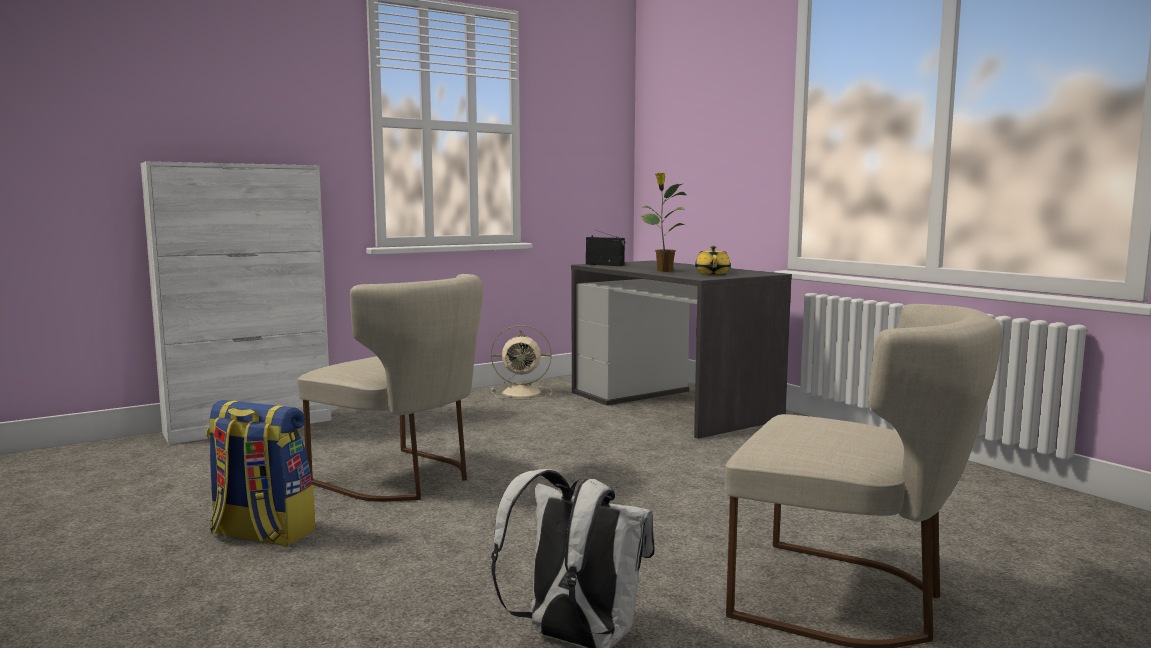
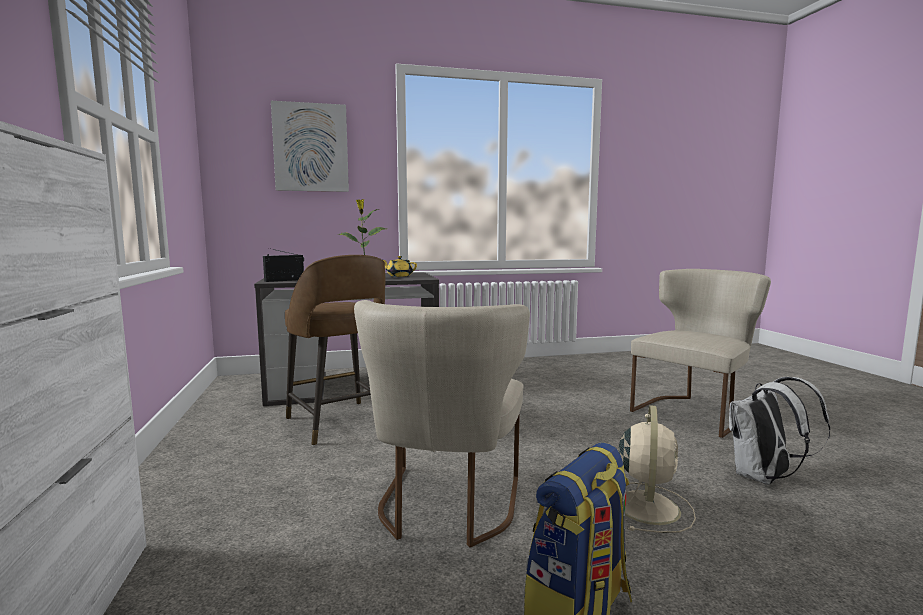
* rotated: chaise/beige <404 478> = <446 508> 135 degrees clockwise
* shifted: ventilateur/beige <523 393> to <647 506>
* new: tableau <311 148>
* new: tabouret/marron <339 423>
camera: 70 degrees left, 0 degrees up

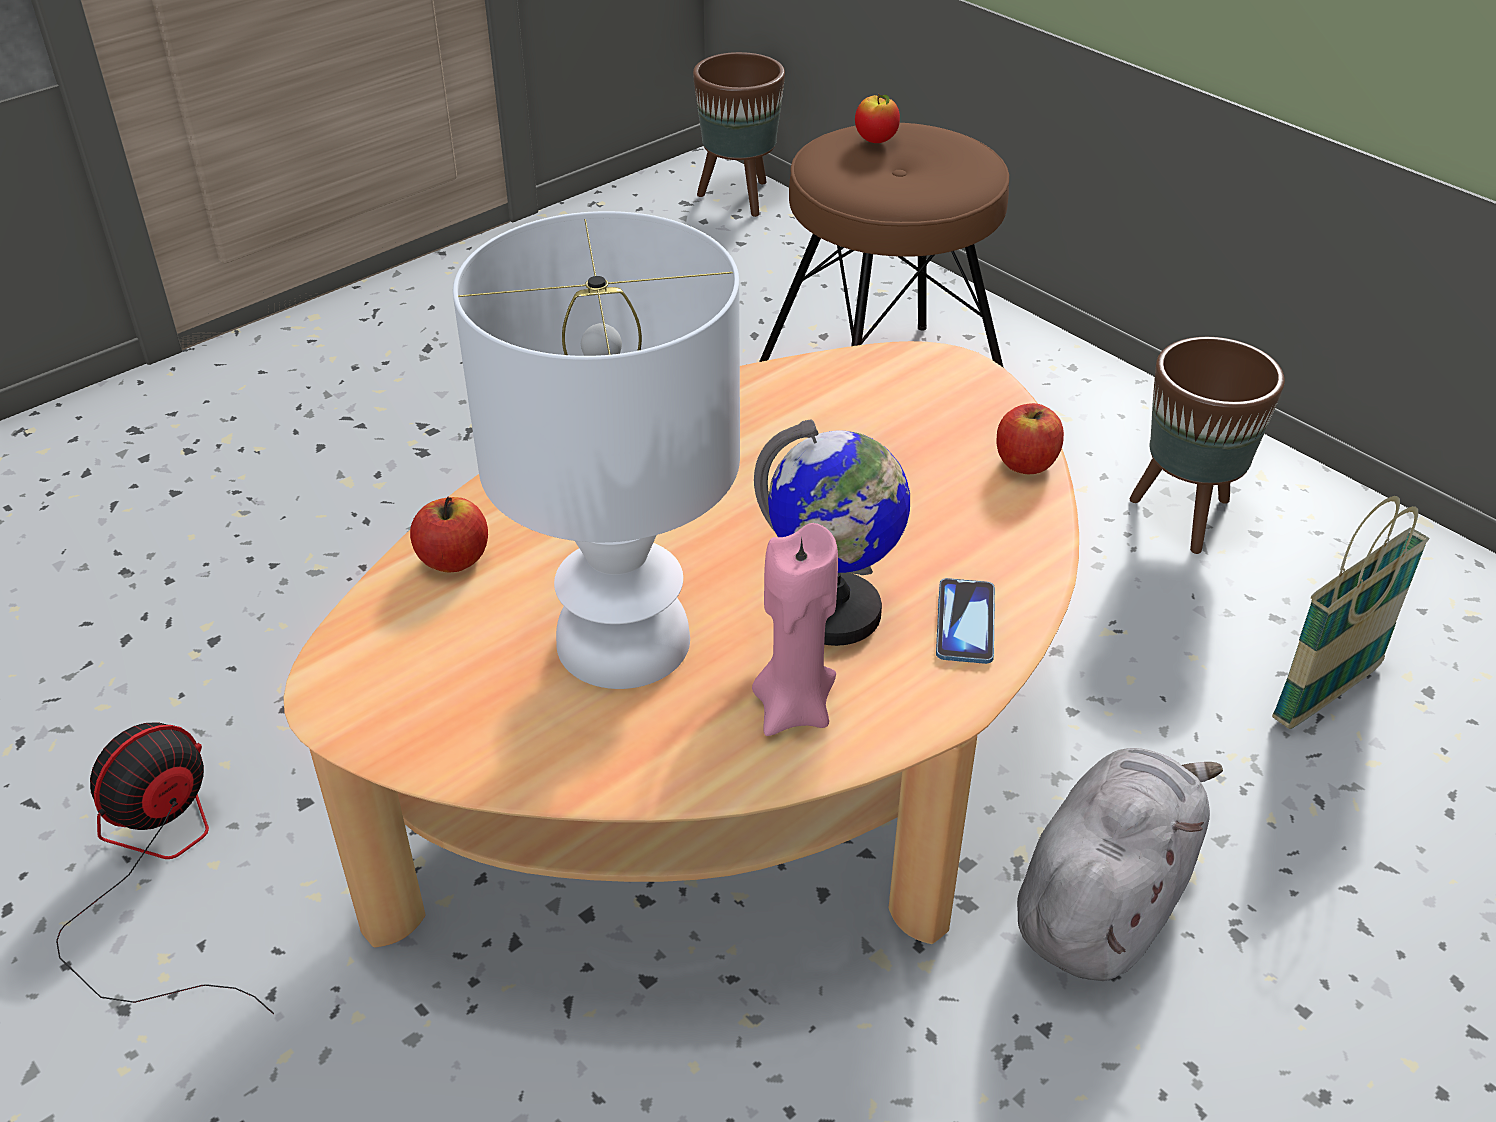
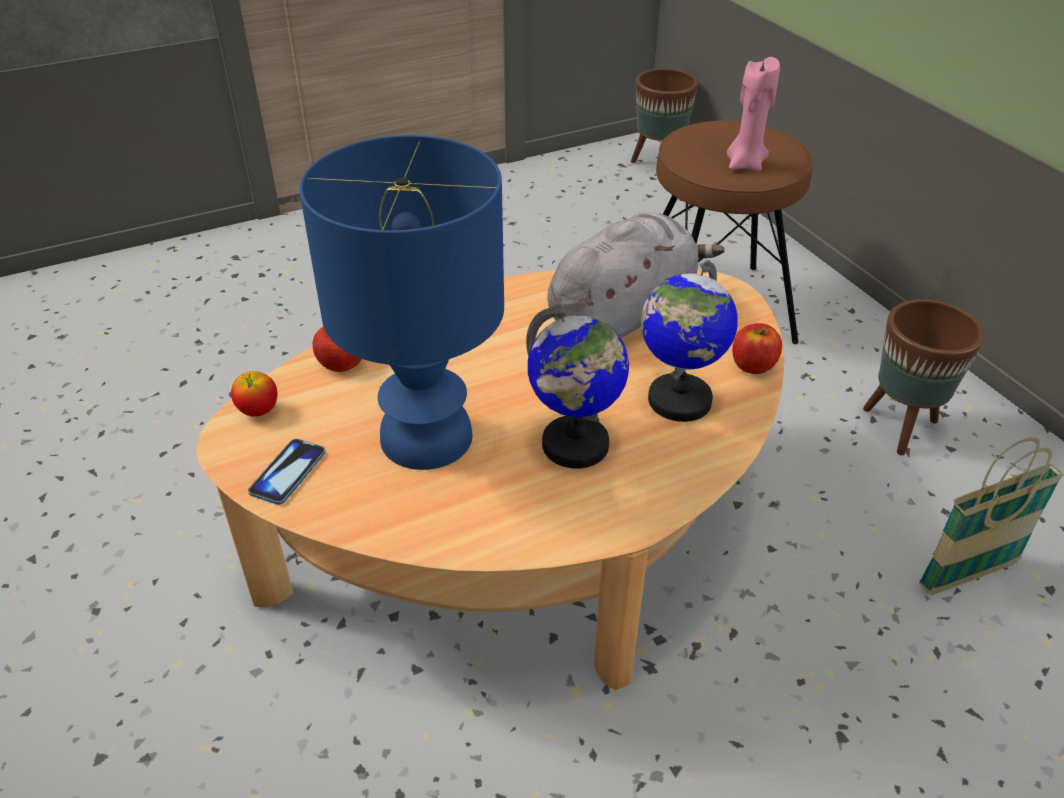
* shifted: pomme <876 141> to <258 411>
* repainted: lampe de table/blanc <625 643> to lampe de table/bleu <427 439>
* shifted: bougie/rose <794 708> to <745 164>
* shifted: téléphone <965 623> to <288 473>
* gone: ventilateur <159 874>
* shifted: peluche/gris <1105 898> to <624 315>
* new: globe <678 400>
camera: 15 degrees right, 0 degrees up

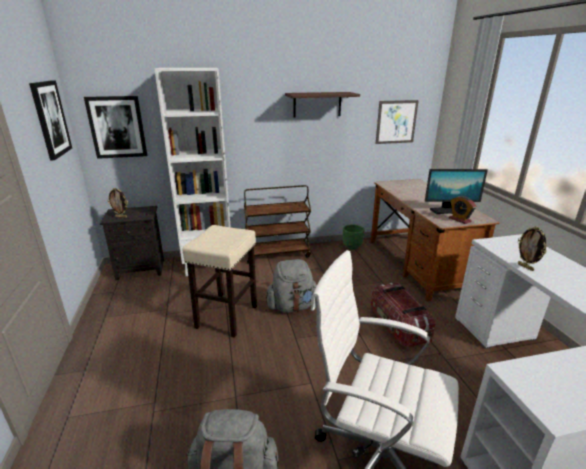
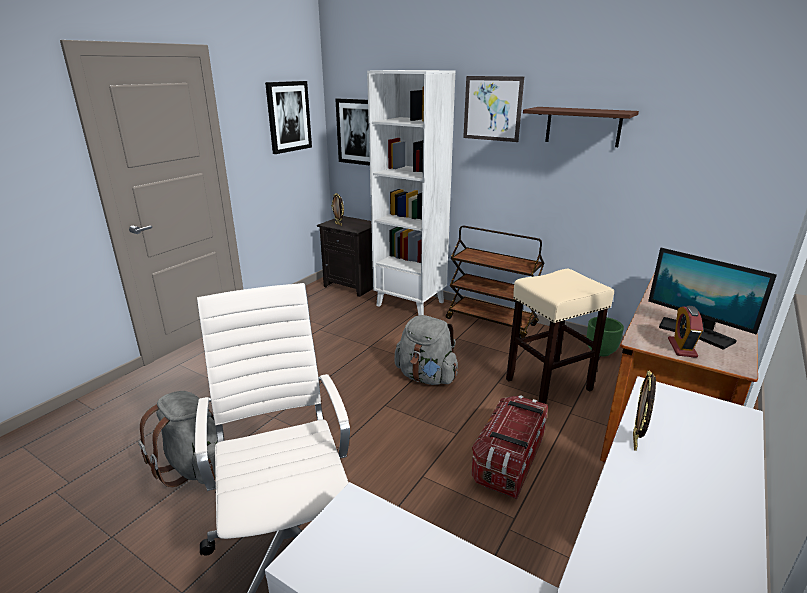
* shifted: tableau <396 122> to <492 108>
* shifted: tabouret/beige <227 316> to <549 384>
camera: 45 degrees right, 0 degrees up

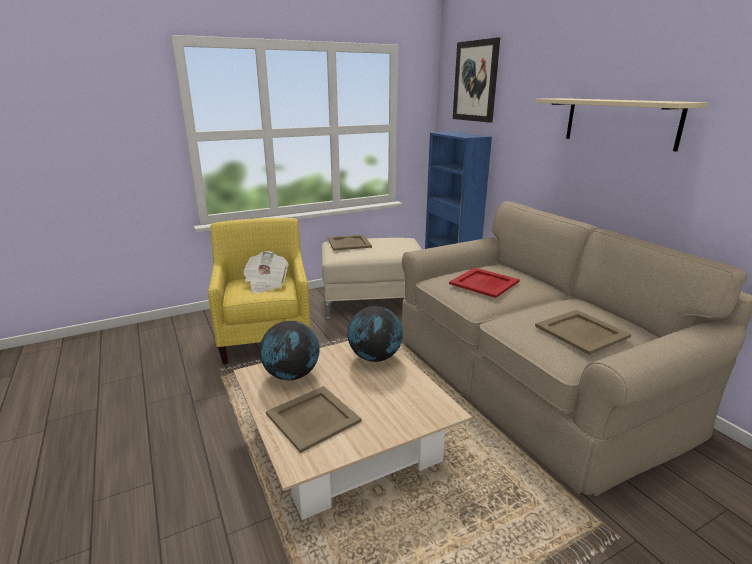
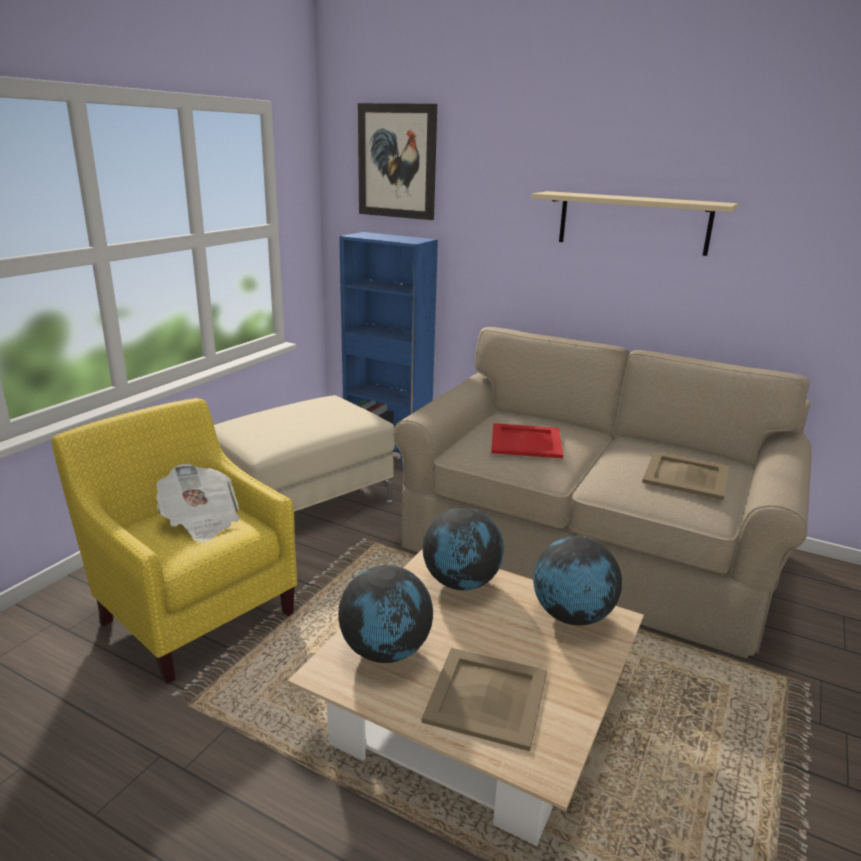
* gone: plateau/beige <348 243>
* new: globe <571 616>
camera: 35 degrees left, 0 degrees up

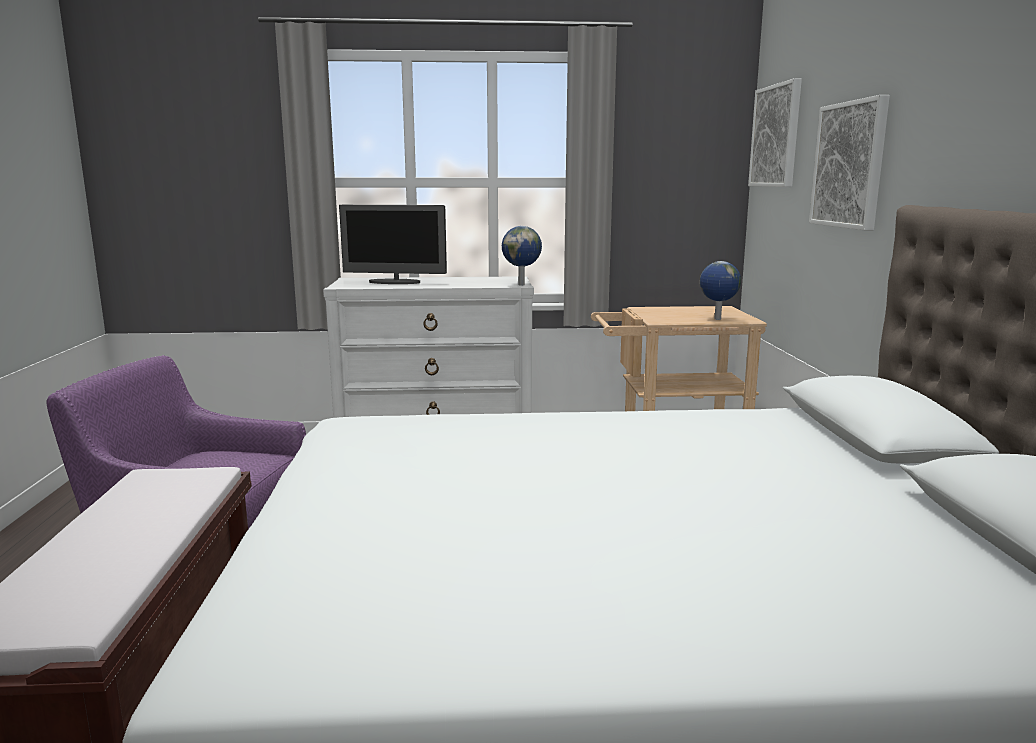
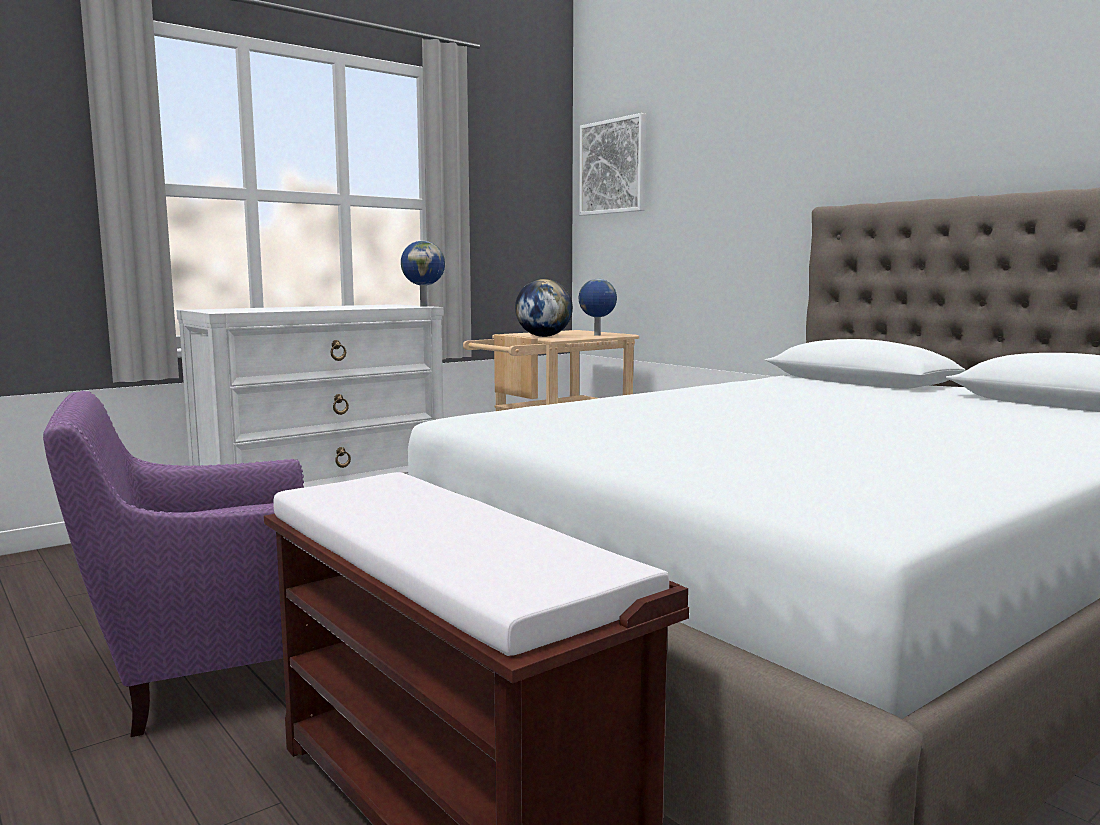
* gone: tableau <849 165>
* gone: écran d'ordinateur <395 282>
* new: globe <543 336>
camera: 35 degrees left, 5 degrees down

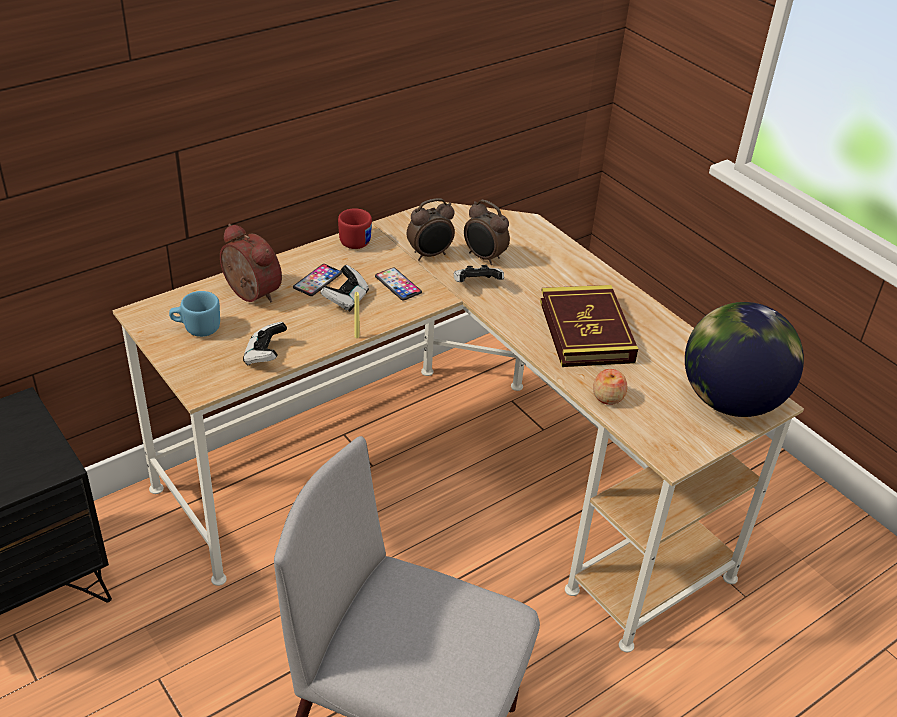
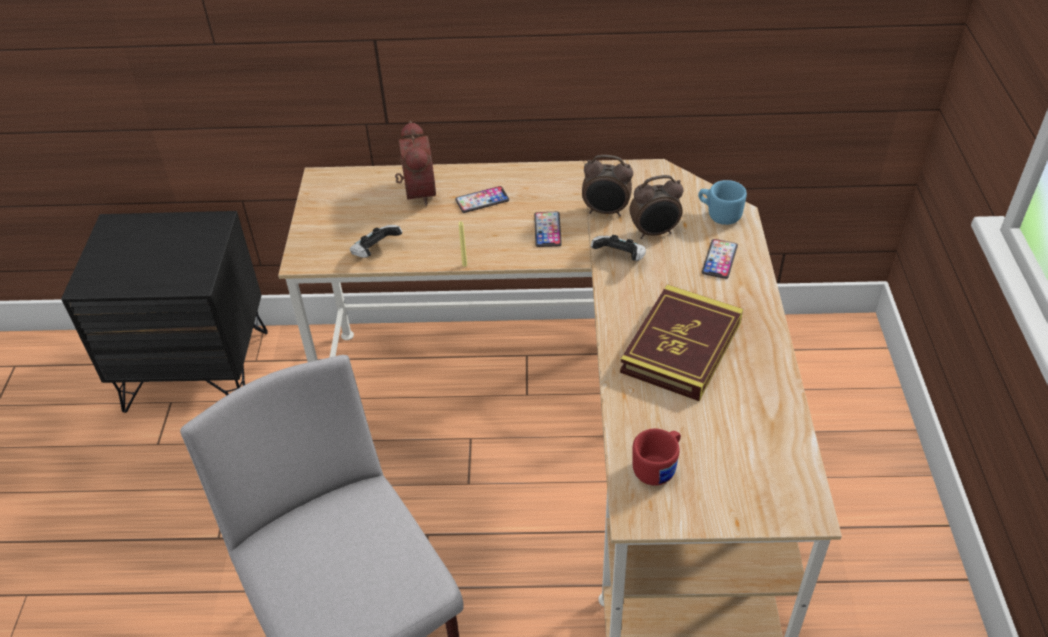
* rotated: réveil <484 257> = <655 233> 90 degrees counterclockwise
* shifted: mug/rouge <356 240> to <658 467>
* gone: manette <346 299>
* shifted: mug/bleu <196 328> to <719 214>
* gone: globe <730 401>
* gone: pomme <608 397>
* new: téléphone <719 259>
camera: 40 degrees right, 5 degrees up

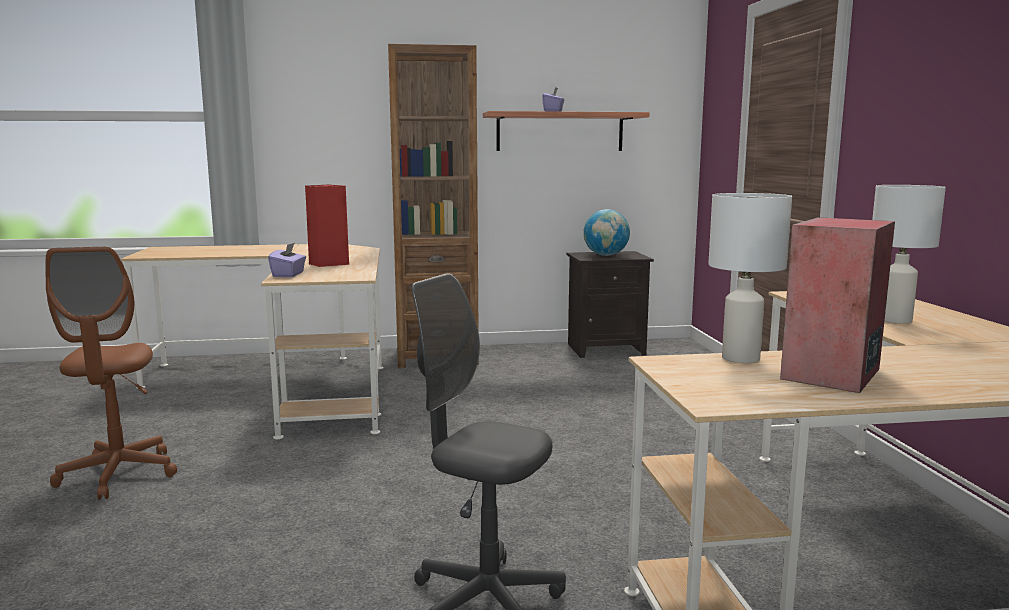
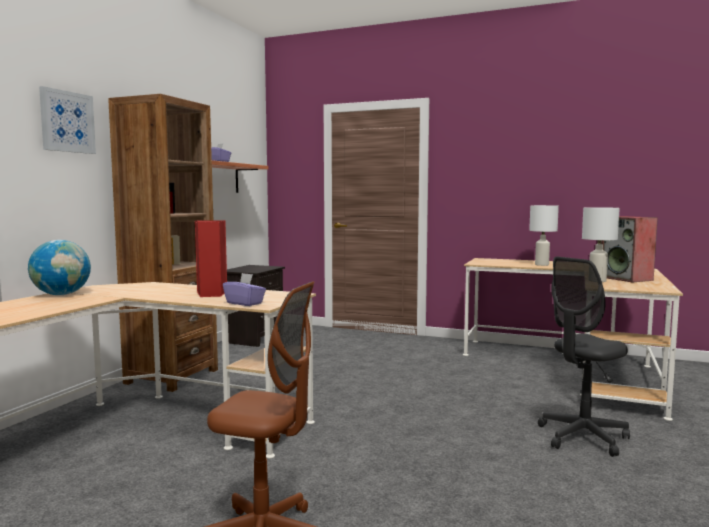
* shifted: globe <606 255> to <61 294>
* new: tableau <67 122>
camera: 60 degrees left, 5 degrees down

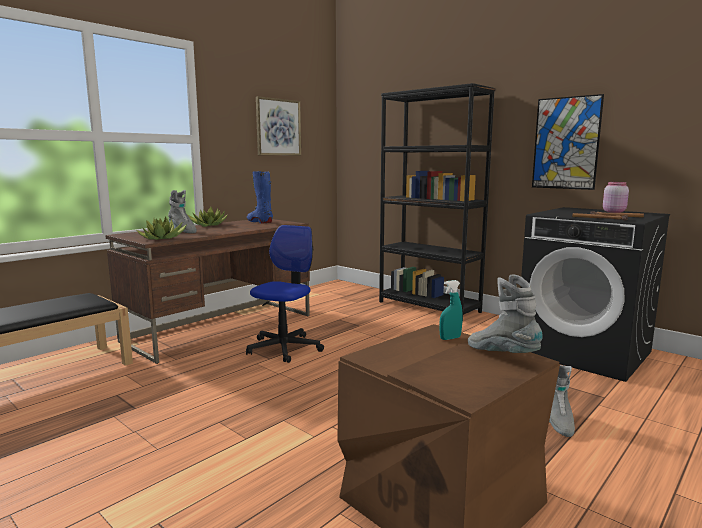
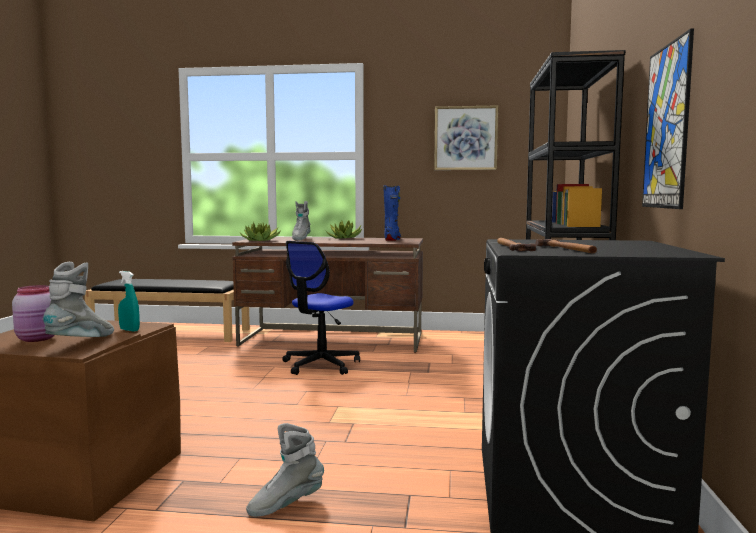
* shifted: bocal/rose <614 211> to <38 339>
* rotated: chaise de bureau <284 348> = <320 365> 135 degrees clockwise
camera: 55 degrees right, 5 degrees down

